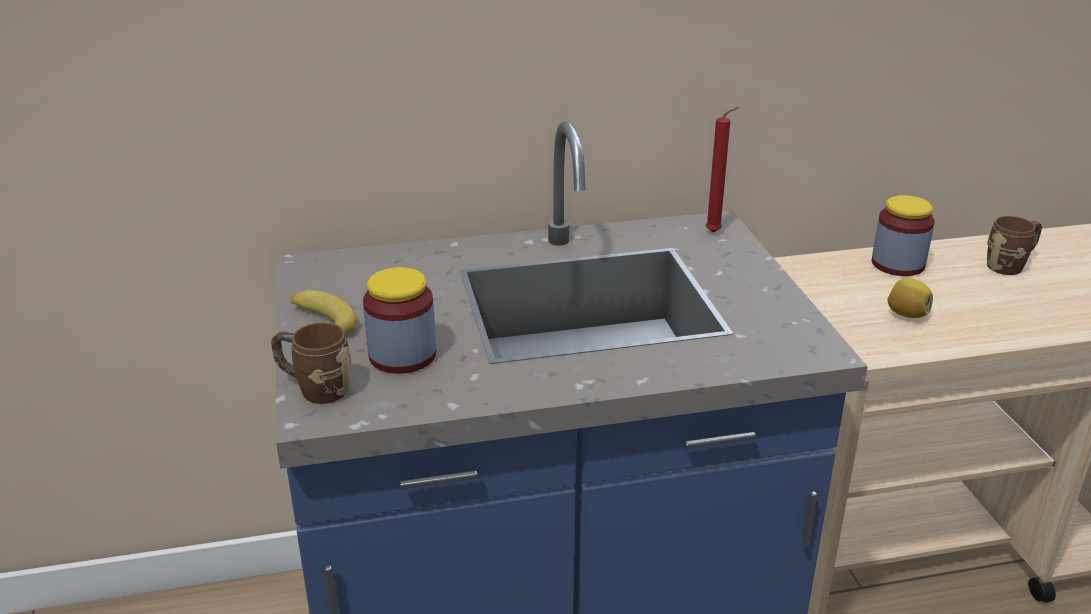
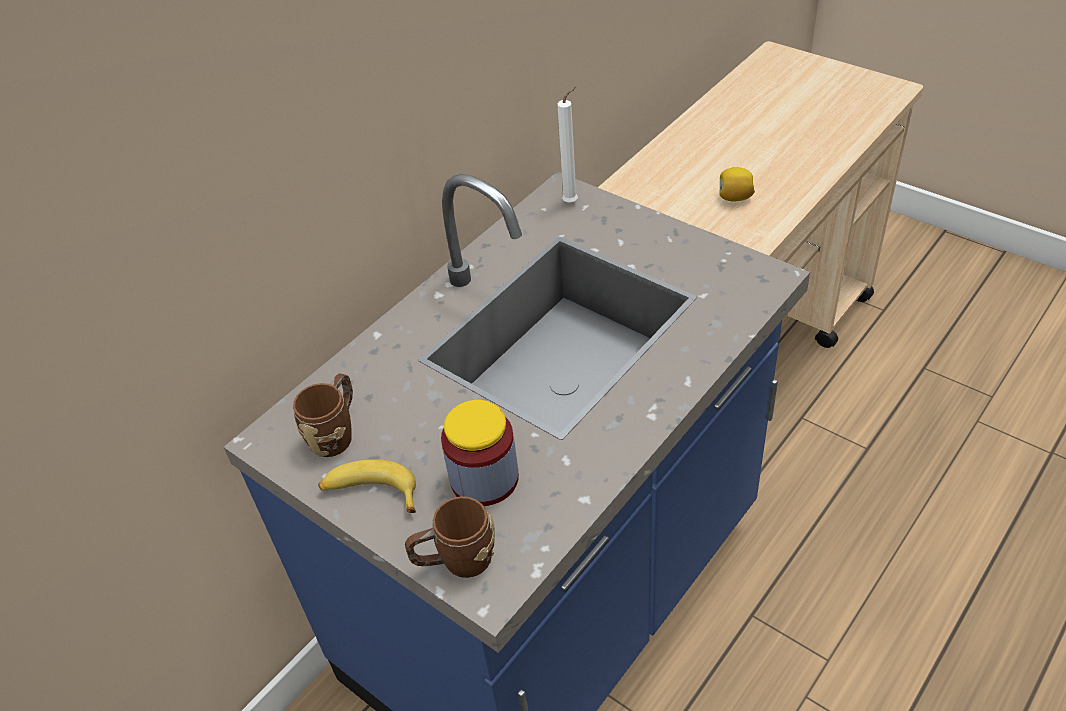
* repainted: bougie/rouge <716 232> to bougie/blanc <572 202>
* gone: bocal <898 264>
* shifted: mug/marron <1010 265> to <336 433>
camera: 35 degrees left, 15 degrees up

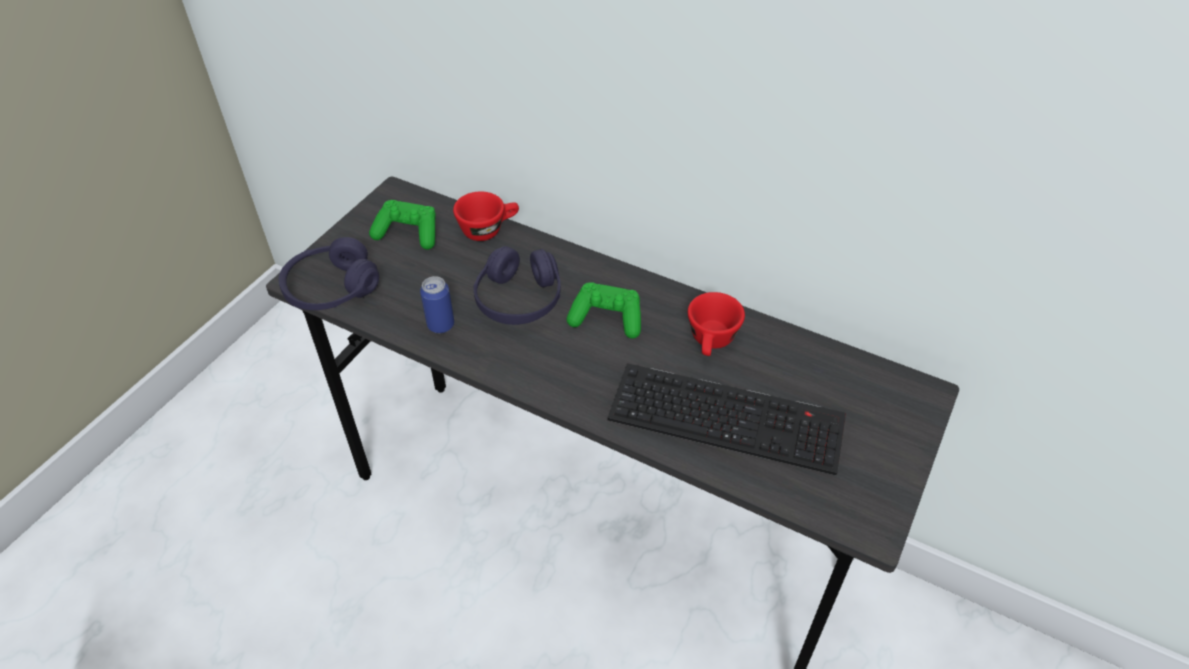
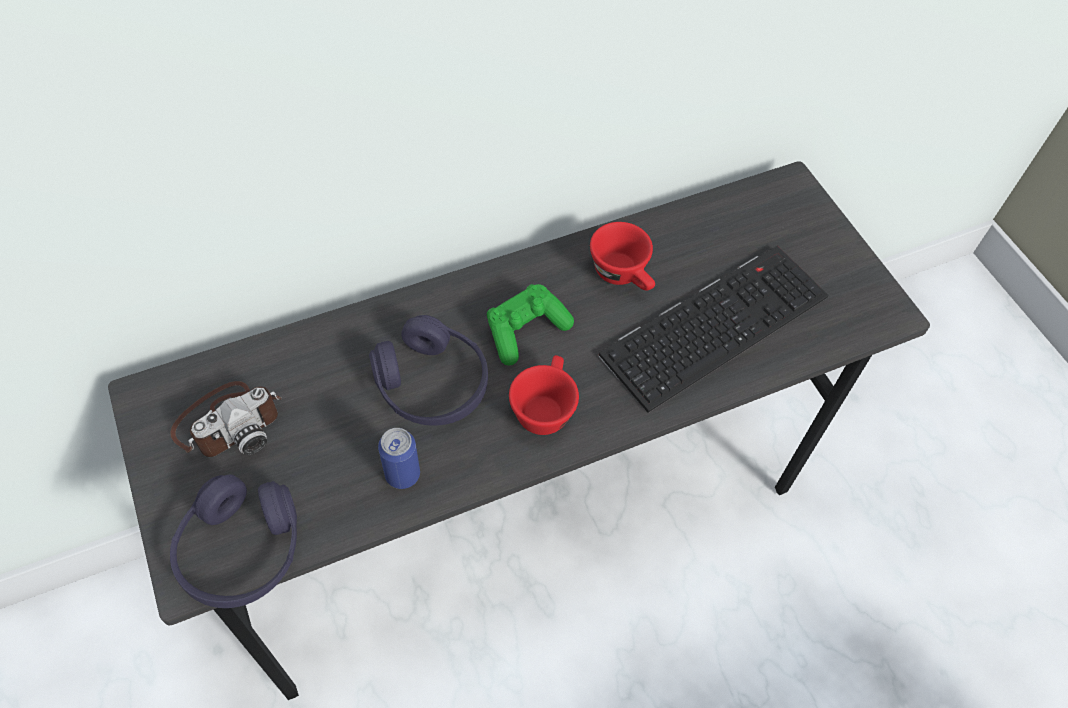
* shifted: tasse/rouge <488 229> to <544 407>
* swapped: manette/vert <408 233> to appareil photo <229 422>
camera: 55 degrees left, 10 degrees up

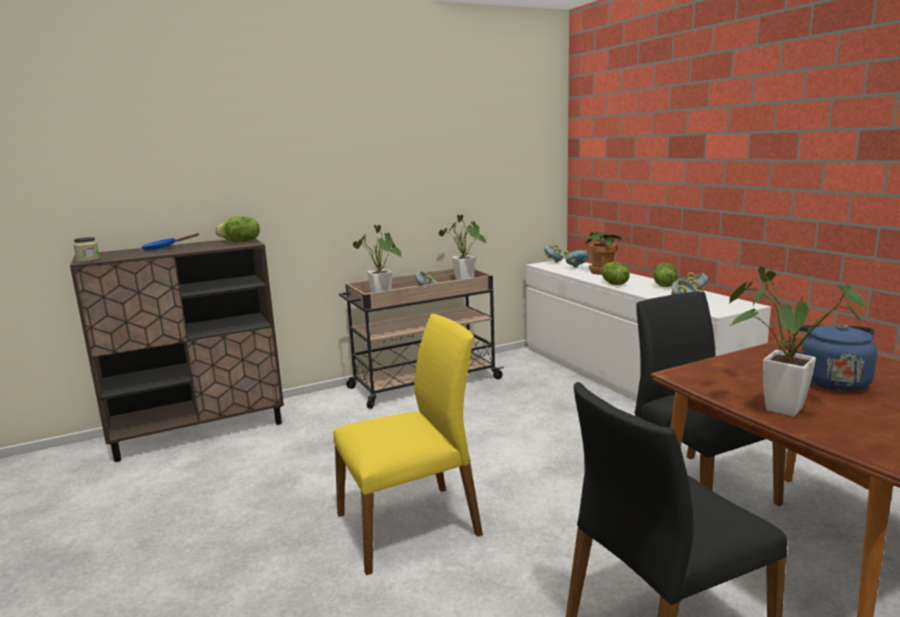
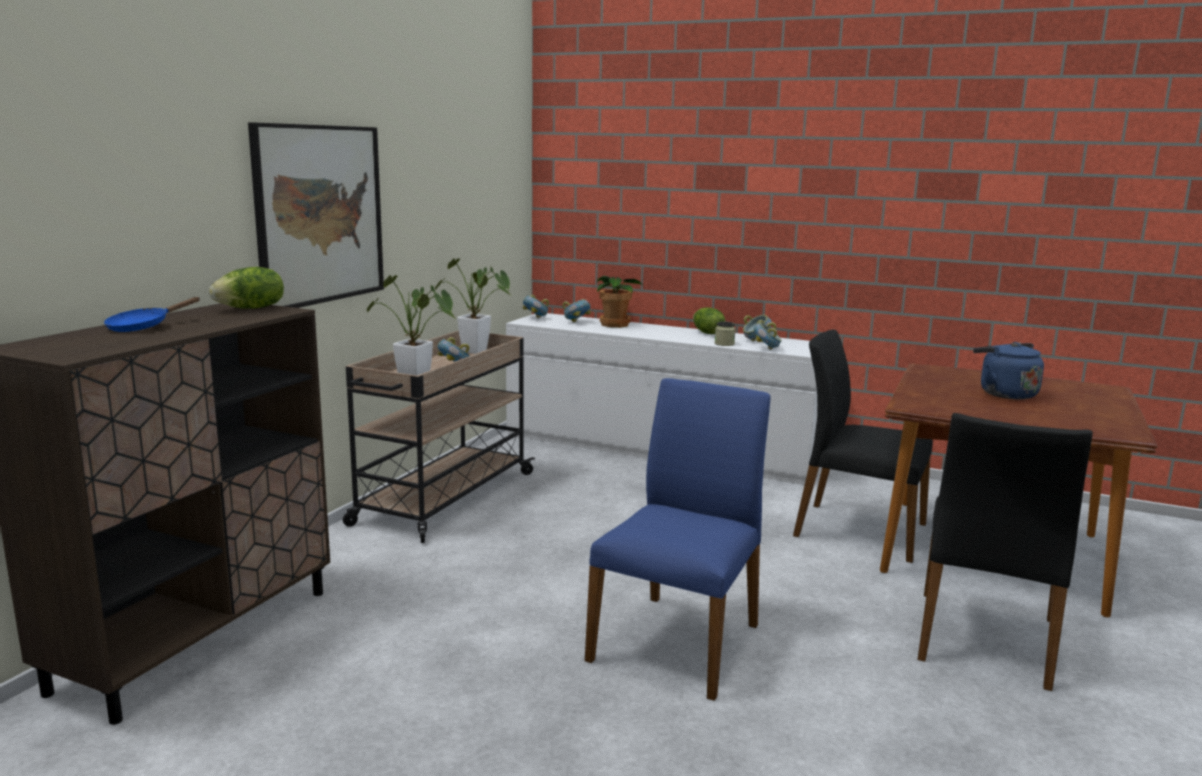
* shifted: bocal <88 260> to <724 344>
* gone: laitue <613 284>
* gone: plante en pot <774 407>
* repainted: chaise/jaune <410 525> to chaise/bleu <678 641>
* new: tableau <319 214>
camera: 40 degrees left, 0 degrees up

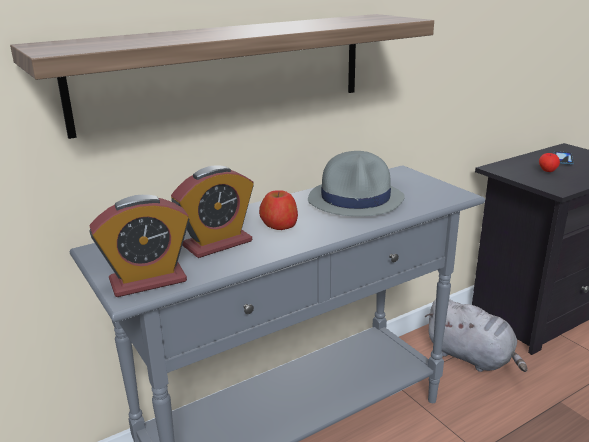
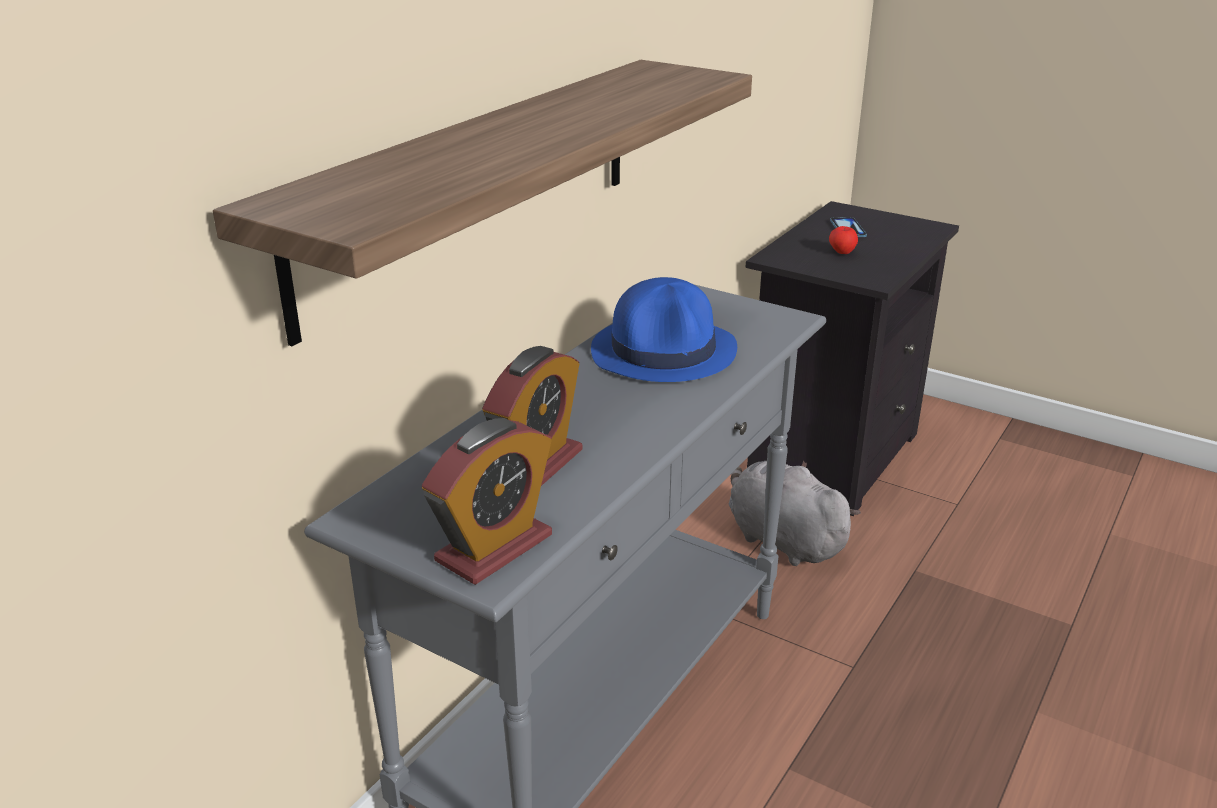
* repainted: chapeau/gris <356 199> to chapeau/bleu <664 351>
* gone: pomme <279 225>
* rotated: peluche/gris <472 357> = <782 540> 150 degrees counterclockwise
camera: 25 degrees left, 5 degrees up

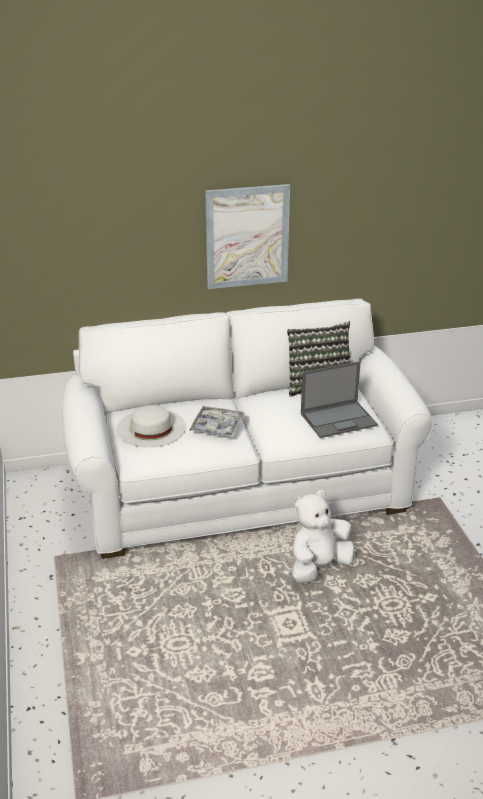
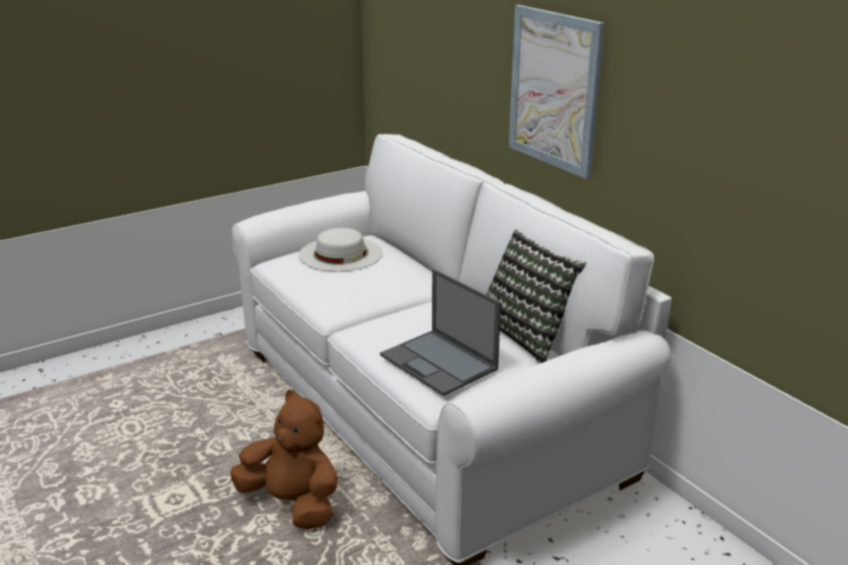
* gone: plateau <217 427>
* repainted: peluche/blanc <318 567> to peluche/marron <292 504>
camera: 70 degrees right, 5 degrees down

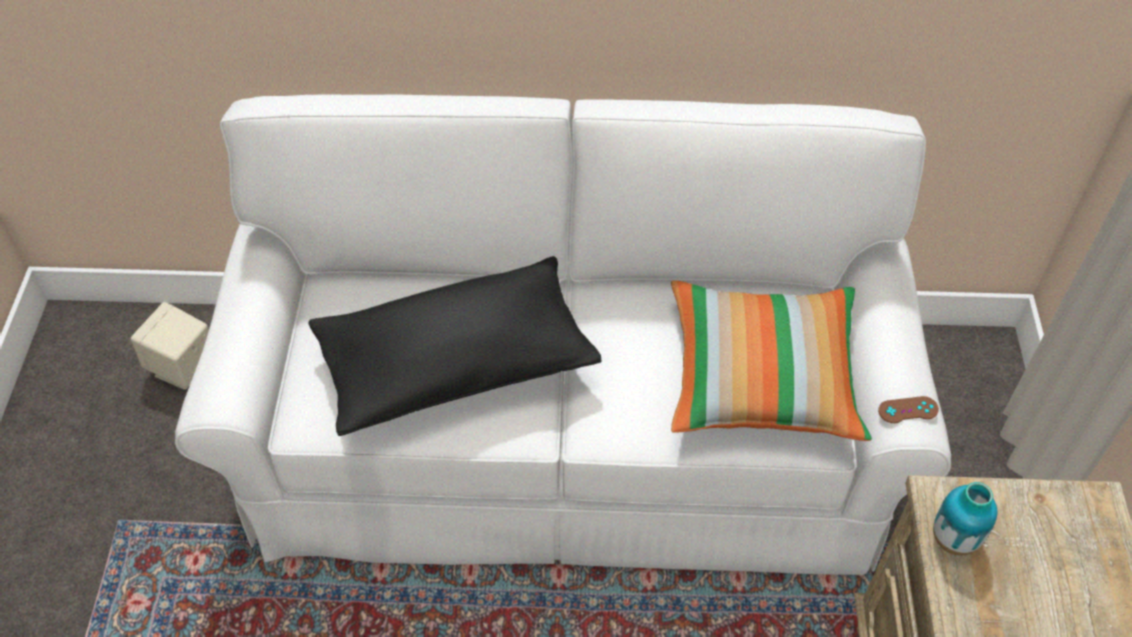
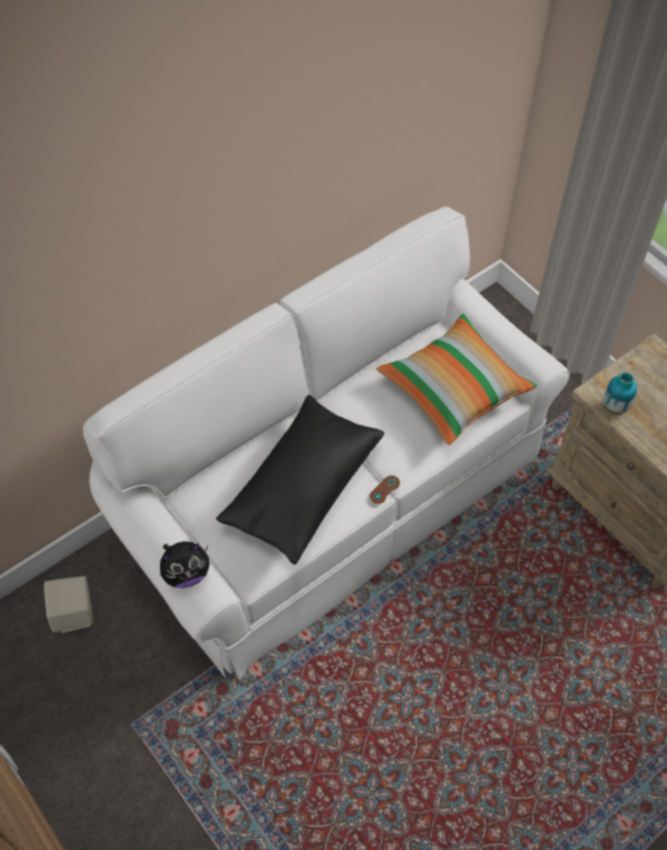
* shifted: manette/marron <908 410> to <384 489>
* new: peluche <186 573>
camera: 40 degrees left, 5 degrees up

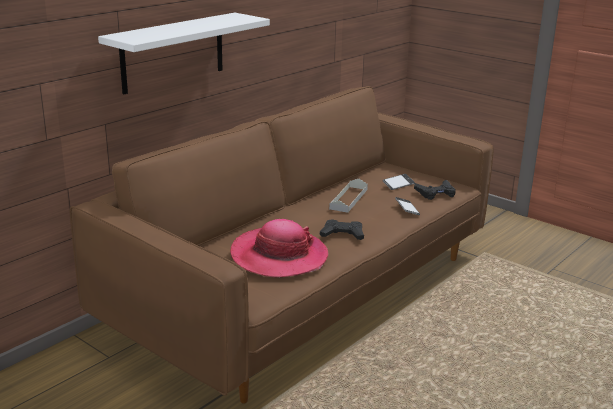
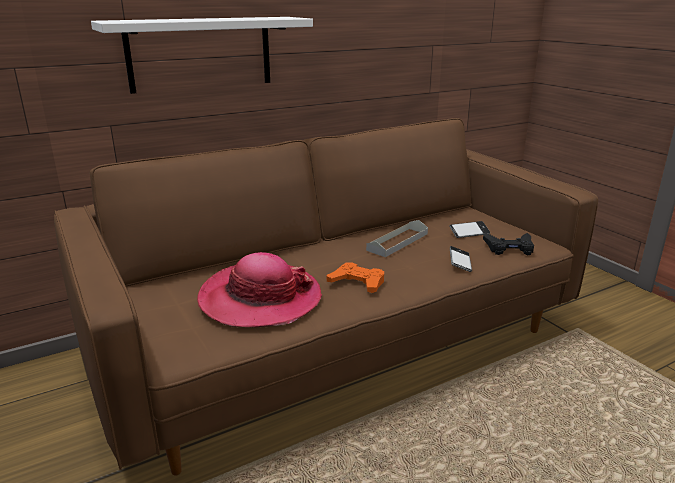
* repainted: manette/noir <342 234> to manette/orange <357 282>
camera: 20 degrees right, 0 degrees up

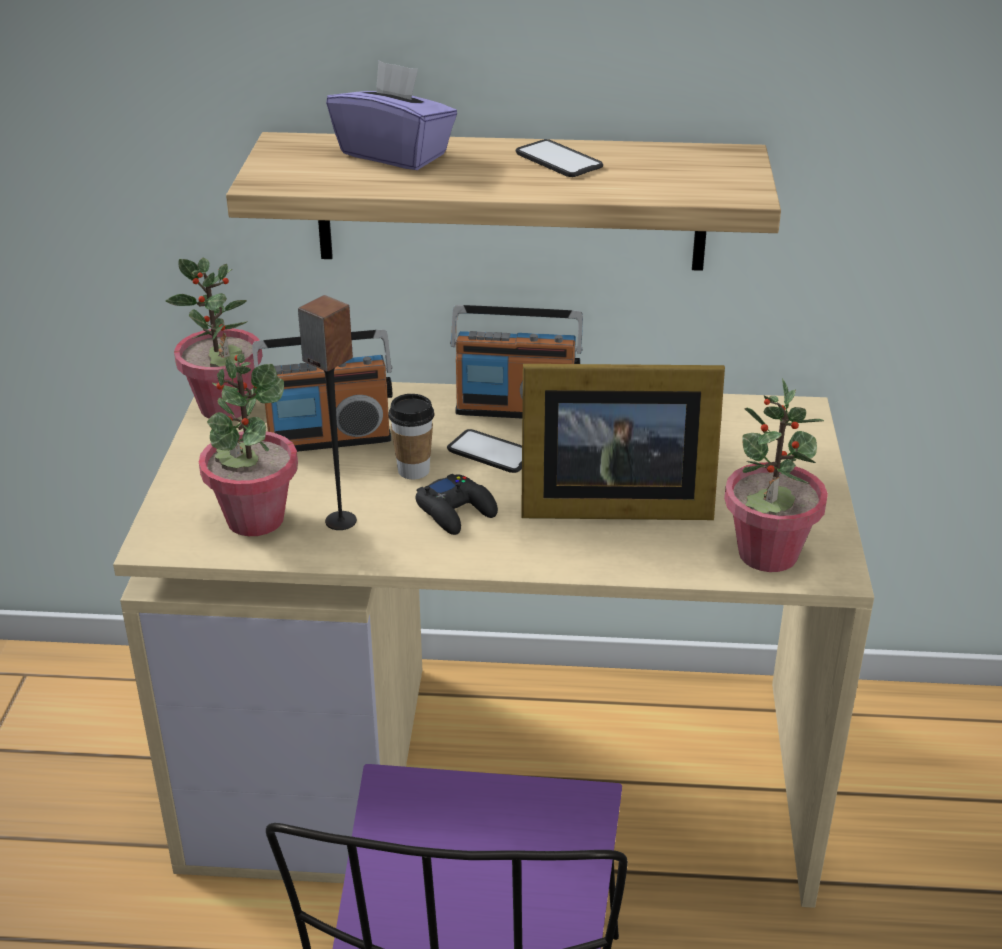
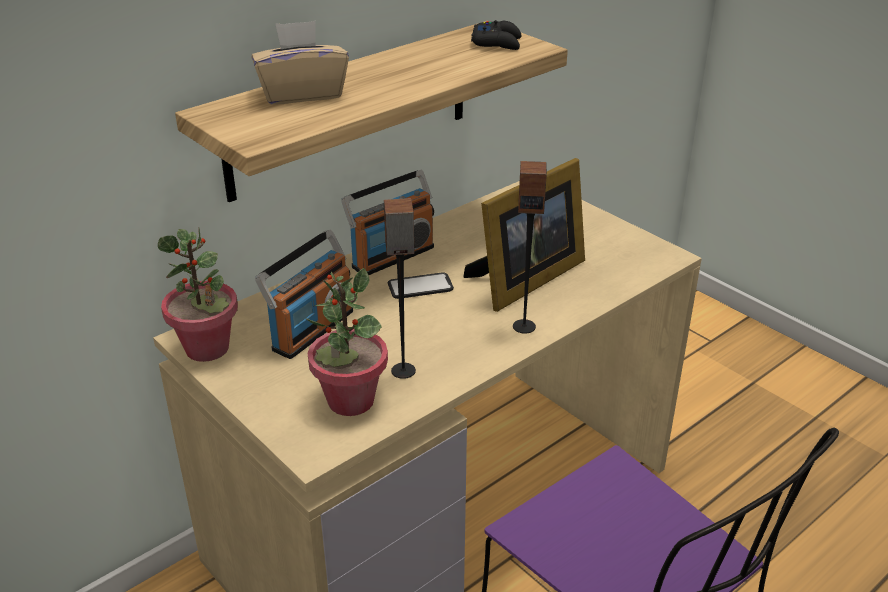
* repainted: boîte à mouchoirs/violet <395 154> to boîte à mouchoirs/beige <302 94>
* gone: téléphone <558 160>
* gone: plante en pot <767 554>
* gone: tasse <413 470>
* shifted: manette/noir <456 511> to <497 43>
* new: enceinte <524 326>
camera: 45 degrees left, 0 degrees up

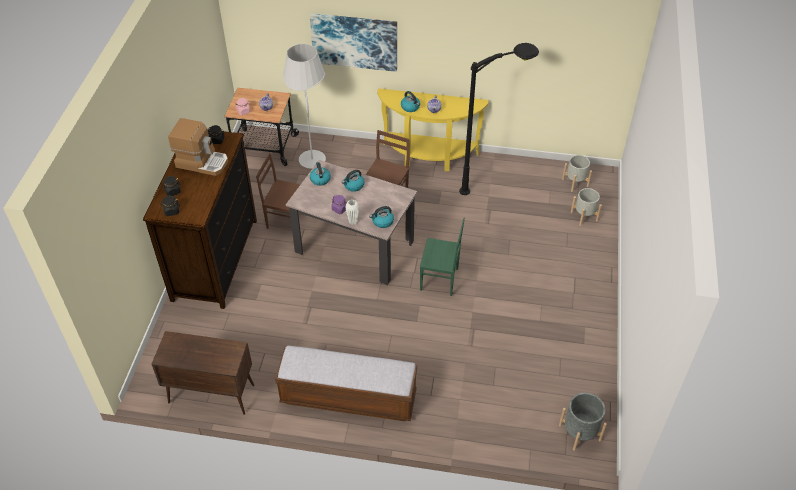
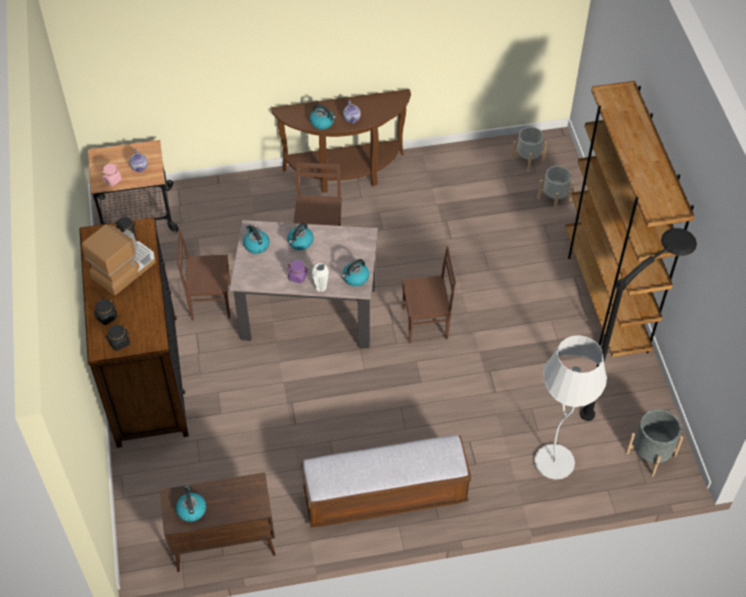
* gone: tableau <354 41>
* shifted: lampadaire/noir <496 184> to <622 390>
* shifted: lampadaire/blanc <312 160> to <554 463>
* repainted: table console/jaune <429 156> to table console/marron <345 172>
* rotated: machine à café <202 162> = <123 268> 45 degrees counterclockwise
* repainted: chaise/vert <440 280> to chaise/marron <426 324>
* new: bibliothèque/marron <605 297>
* new: bouilloire <191 509>
camera: 20 degrees left, 5 degrees up

